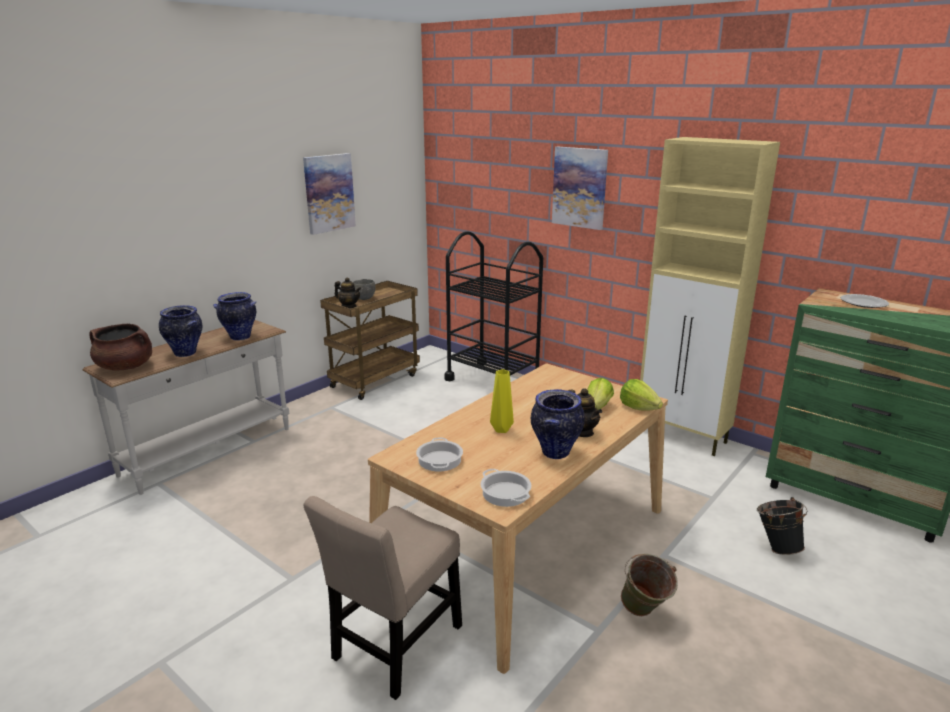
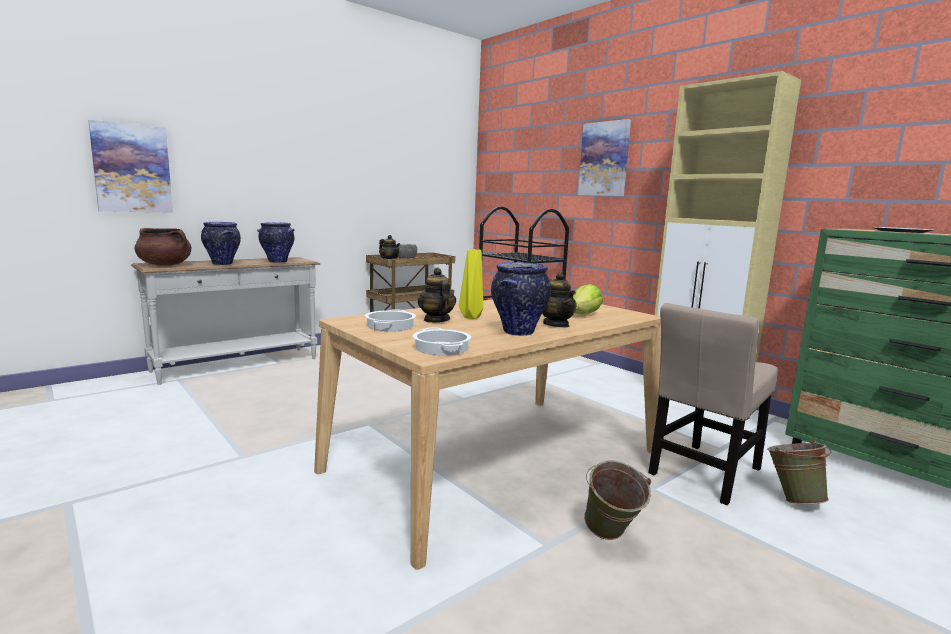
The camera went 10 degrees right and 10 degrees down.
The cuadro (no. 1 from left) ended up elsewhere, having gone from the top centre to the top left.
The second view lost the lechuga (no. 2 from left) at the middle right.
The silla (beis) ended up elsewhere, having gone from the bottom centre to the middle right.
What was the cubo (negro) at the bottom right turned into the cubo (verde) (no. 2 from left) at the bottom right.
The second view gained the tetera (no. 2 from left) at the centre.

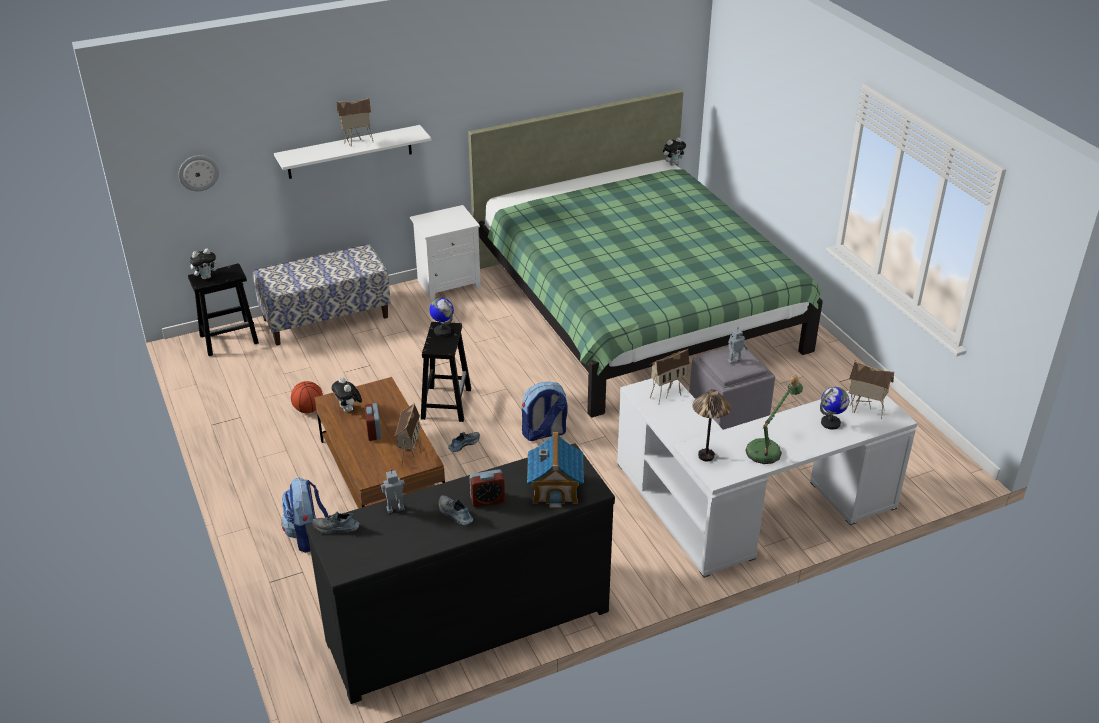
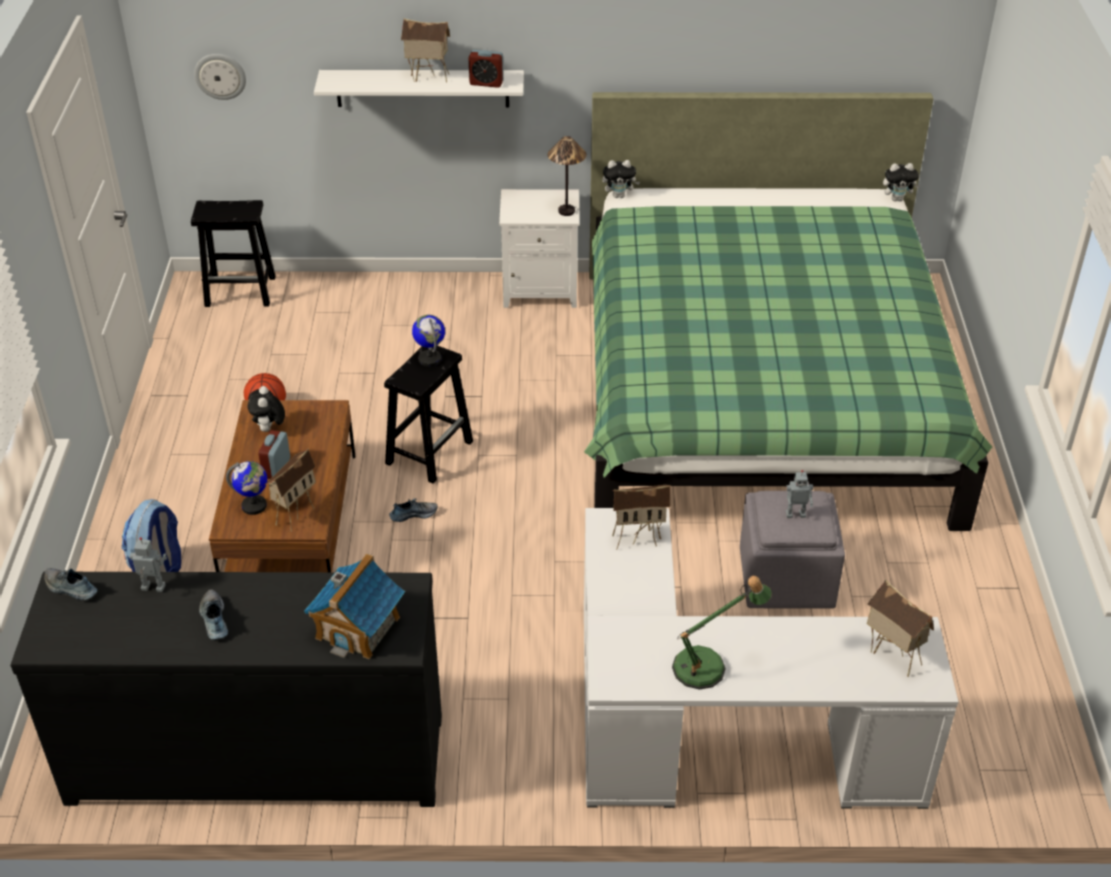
The camera went 25 degrees right and 5 degrees up.
The second view lost the banco at the middle left.
The peluche (no. 1 from left in the first image) ended up elsewhere, having gone from the middle left to the top centre.
The second view lost the mochila (no. 2 from left) at the centre.
The globo terráqueo (no. 2 from left in the first image) ended up elsewhere, having gone from the middle right to the middle left.
The lámpara de mesa (no. 1 from left) ended up elsewhere, having gone from the centre to the top centre.
The despertador (no. 2 from left) ended up elsewhere, having gone from the bottom centre to the top centre.

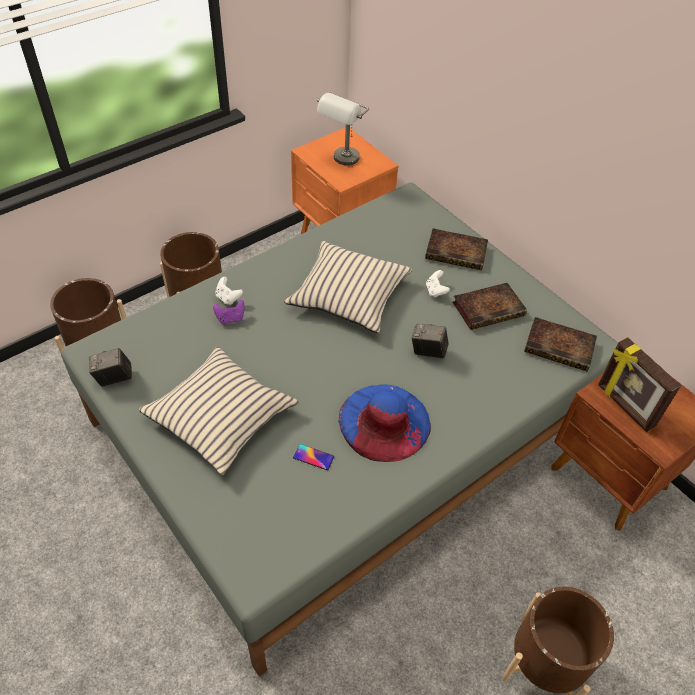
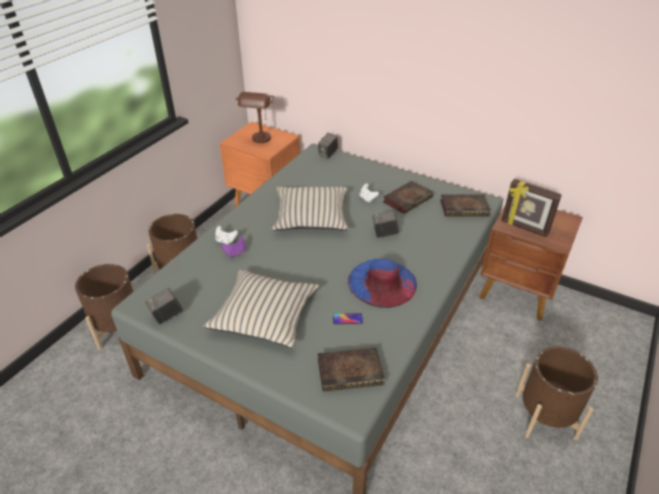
The camera went 20 degrees left and 10 degrees down.
What was the lámpara de mesa (gris) at the top centre turned into the lámpara de mesa (marrón) at the top centre.
The libro (no. 1 from left) ended up elsewhere, having gone from the centre to the bottom centre.
The second view gained the cámara (no. 2 from left) at the top centre.

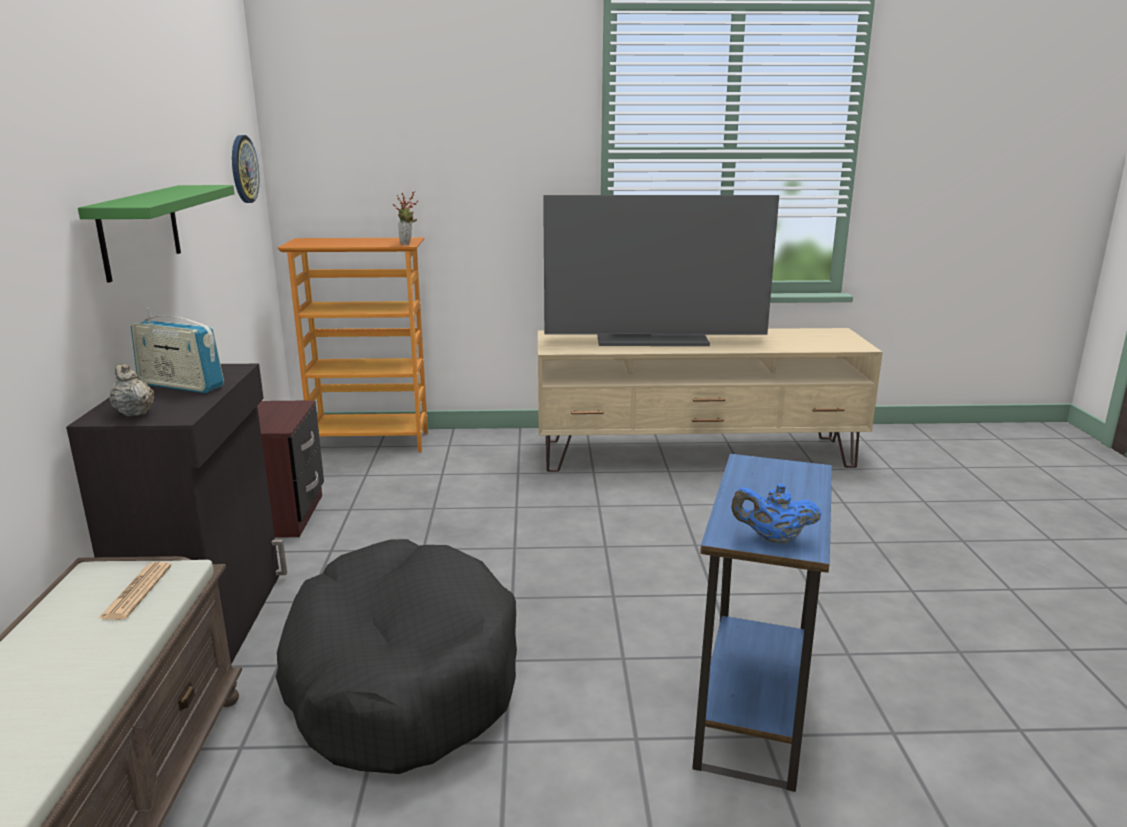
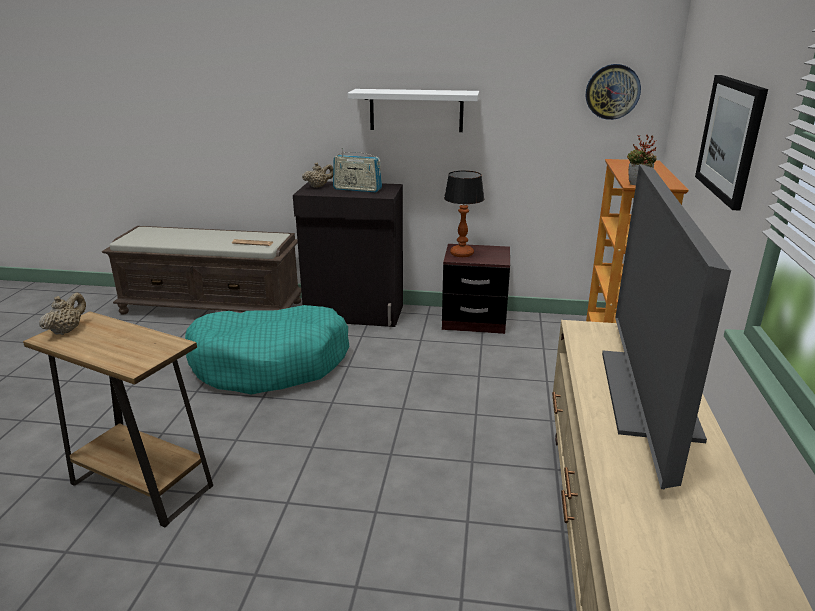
The camera went 100 degrees right and 5 degrees up.
What was the estante (verde) at the top left turned into the estante (blanco) at the top centre.
The radio at the middle left ended up facing another way, 105 degrees counterclockwise from before.
What was the mesa auxiliar (azul) at the bottom right turned into the mesa auxiliar (marrón) at the bottom left.
What was the tetera (azul) at the middle right turned into the tetera (beis) (no. 1 from left) at the middle left.
What was the cama para perro (negro) at the bottom centre turned into the cama para perro (turquesa) at the middle left.
The second view gained the cuadro at the top right.
The second view gained the lámpara de mesa at the centre.

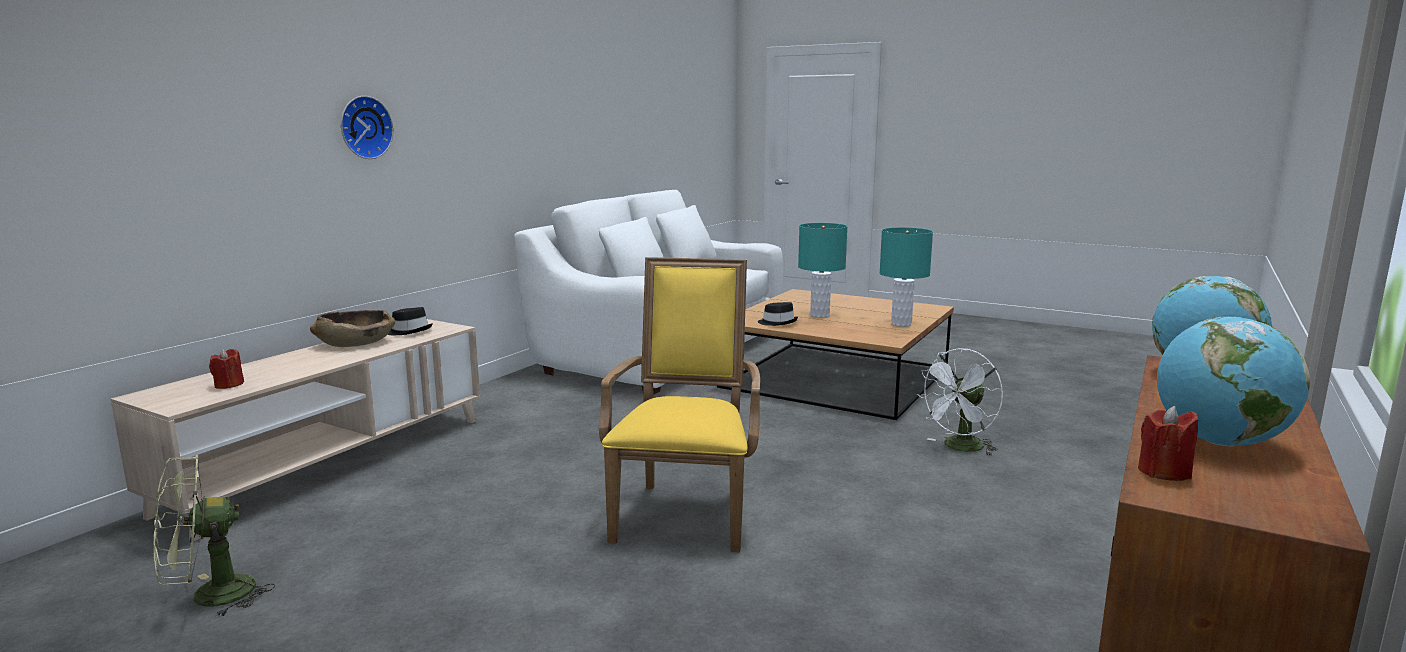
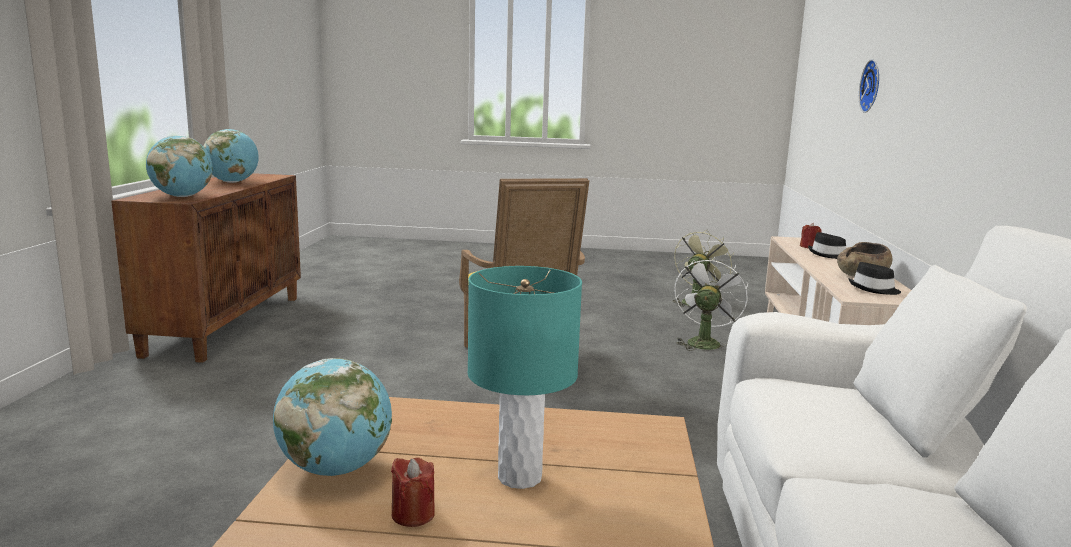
The camera went 155 degrees right and 0 degrees up.
The reloj de pared ended up elsewhere, having gone from the top left to the top right.
Where the lámpara de mesa (turquesa) (no. 2 from left) stood at the centre, the globo terráqueo (no. 3 from left) came to stand at the bottom left.
The sombrero (negro) (no. 2 from left in the first image) ended up elsewhere, having gone from the centre to the middle right.
The ventilador (blanco) ended up elsewhere, having gone from the middle right to the centre.
The vela (rojo) (no. 2 from left in the first image) ended up elsewhere, having gone from the bottom right to the bottom centre.

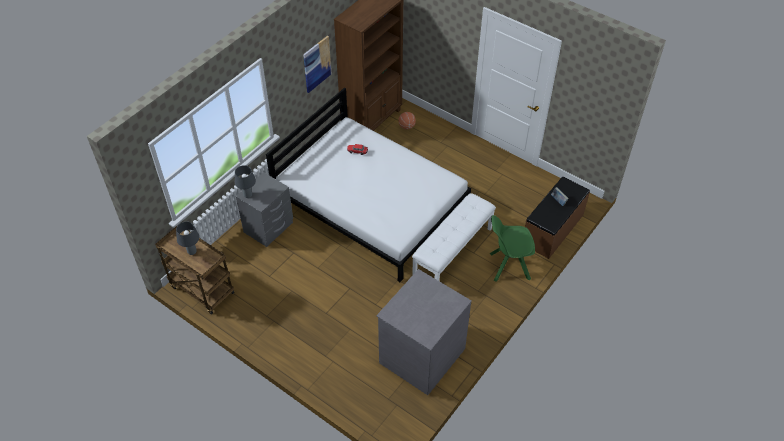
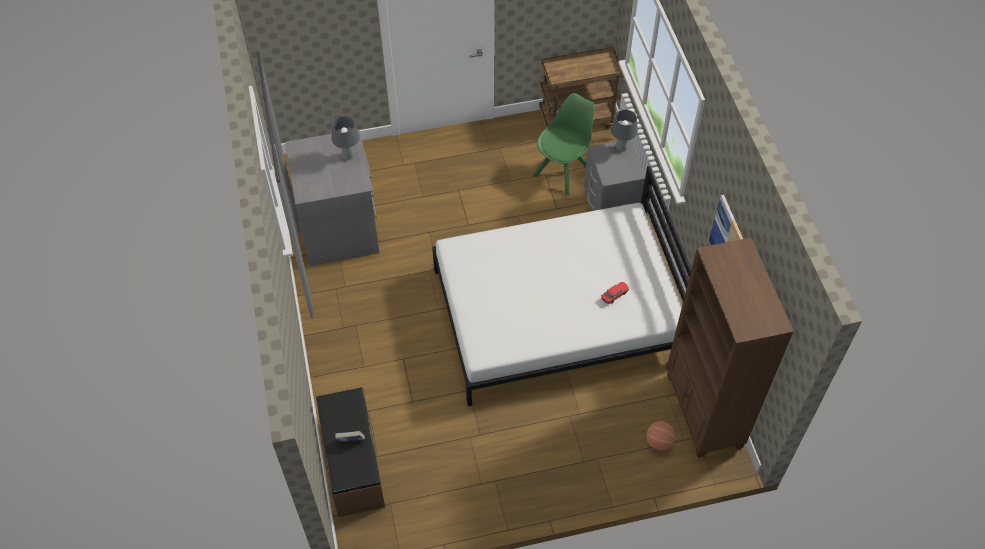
The camera went 130 degrees right and 5 degrees up.
The second view lost the banco (blanco) at the centre.
The silla (verde) ended up elsewhere, having gone from the centre to the top centre.
The lámpara de mesa (gris) (no. 1 from left) ended up elsewhere, having gone from the middle left to the top centre.

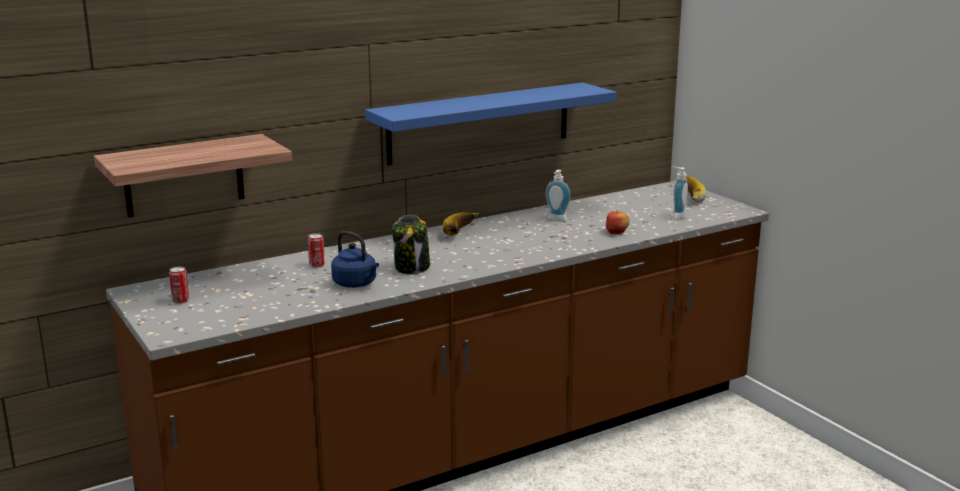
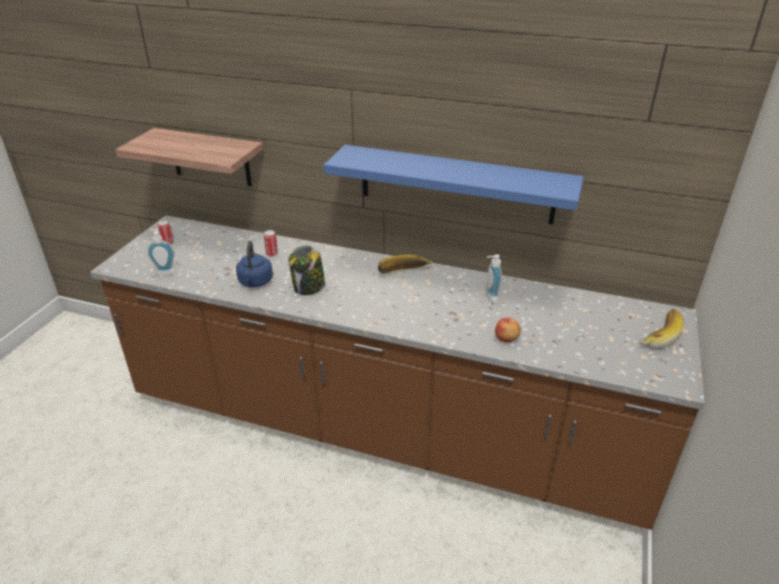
The camera went 50 degrees right and 15 degrees up.
The dispensador de jabón (no. 2 from left in the first image) ended up elsewhere, having gone from the middle right to the middle left.

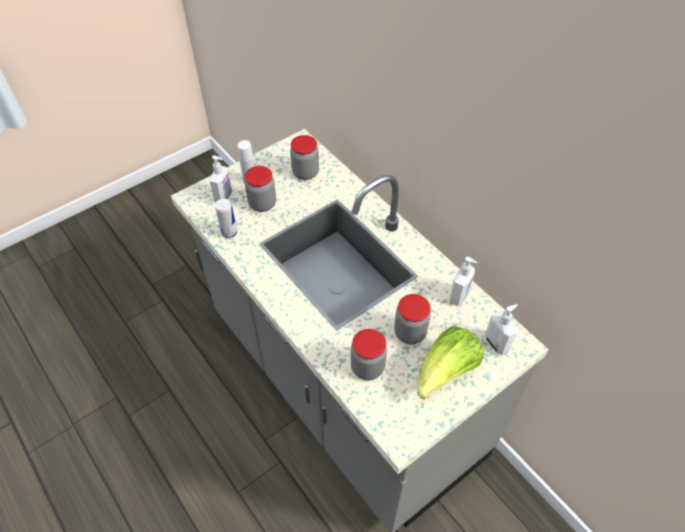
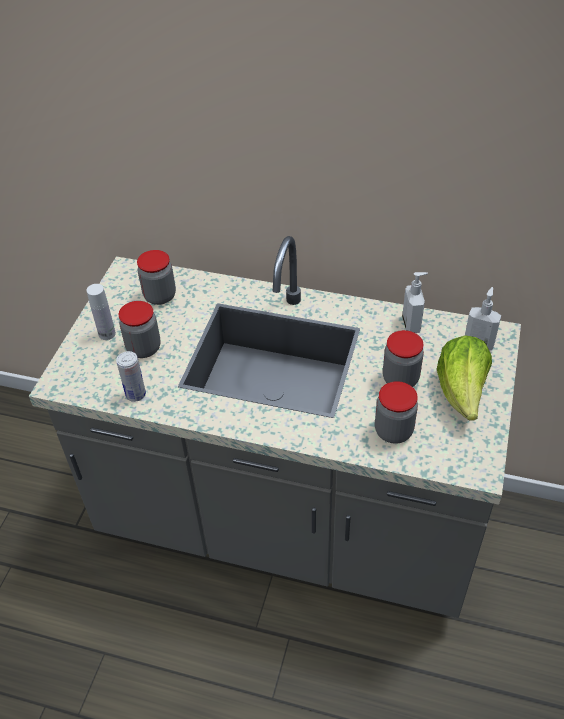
The camera went 35 degrees left and 5 degrees down.
The second view lost the dispensador de jabón (no. 1 from left) at the middle left.

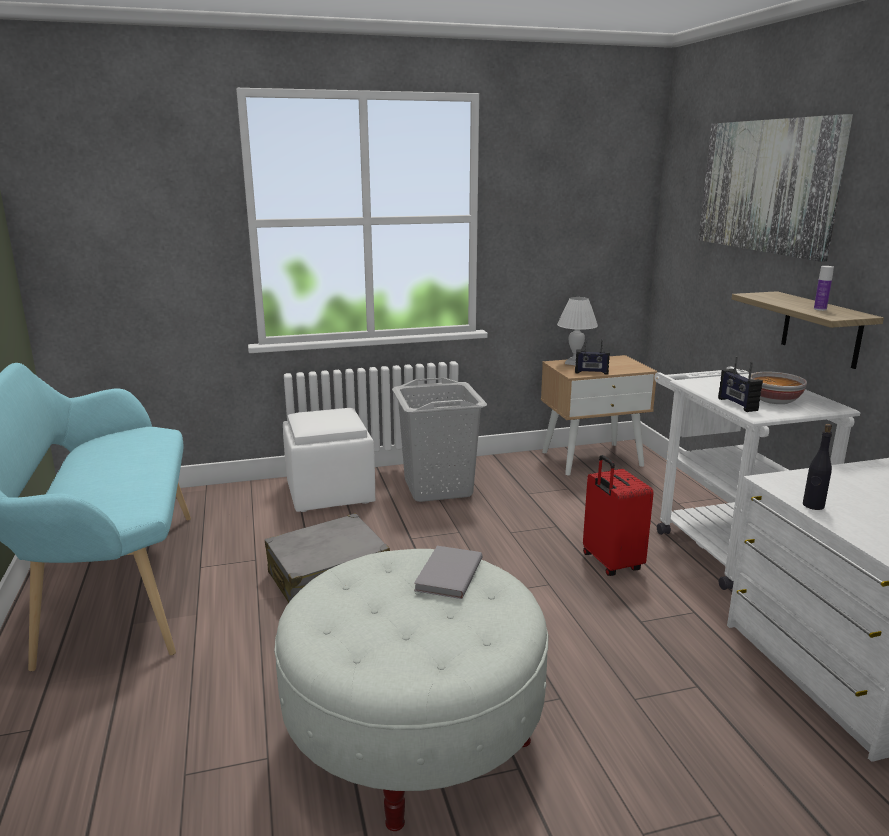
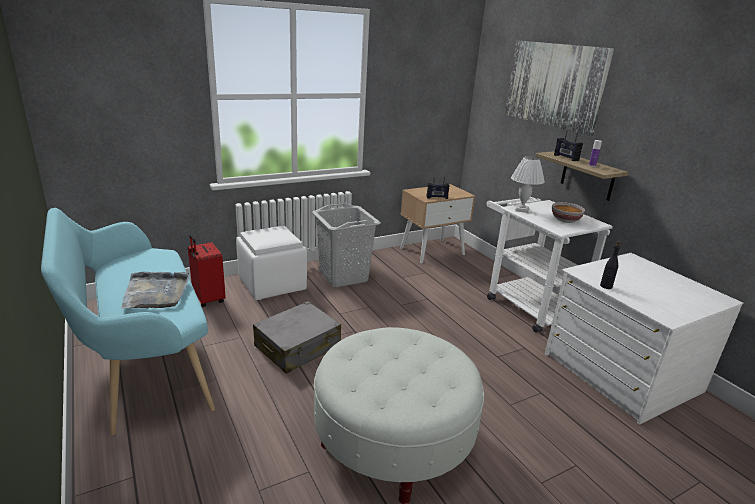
The camera went 15 degrees left and 5 degrees up.
The lámpara de mesa (blanco) ended up elsewhere, having gone from the centre to the middle right.
The radio (no. 2 from left) ended up elsewhere, having gone from the middle right to the top right.
The maleta (rojo) ended up elsewhere, having gone from the middle right to the middle left.
The second view lost the libro (gris) at the bottom centre.
The second view gained the bandeja (gris) at the middle left.

